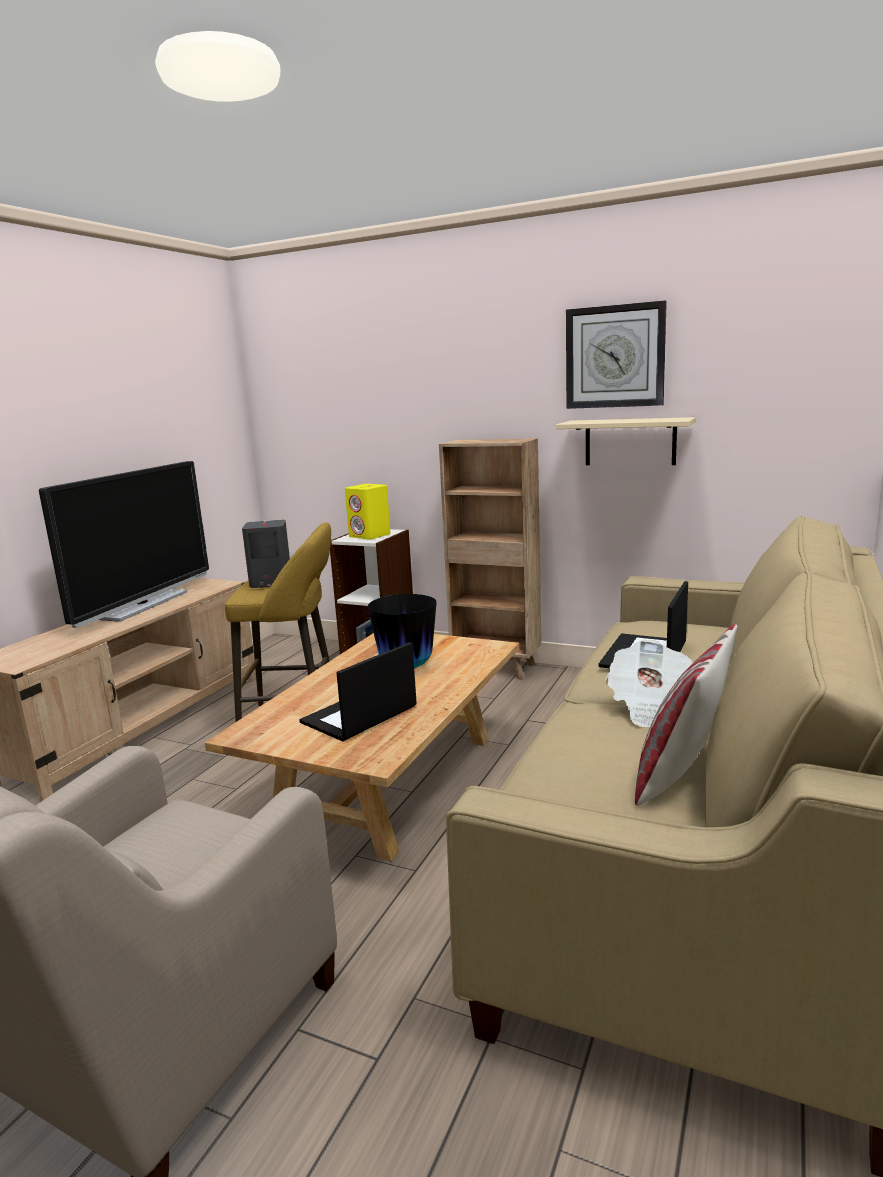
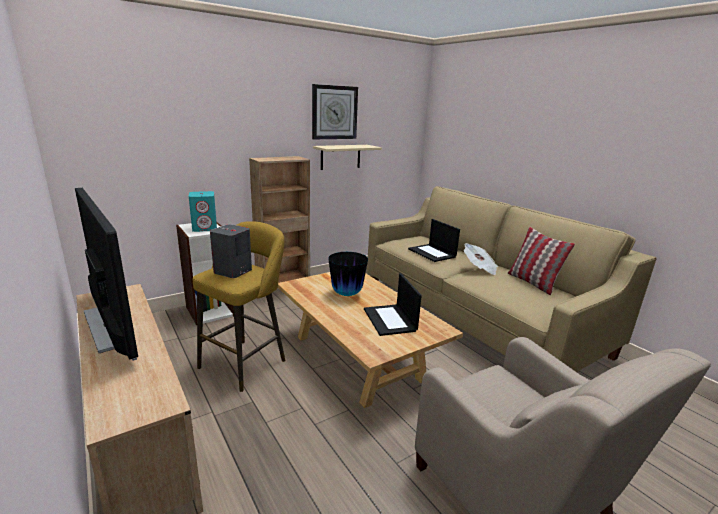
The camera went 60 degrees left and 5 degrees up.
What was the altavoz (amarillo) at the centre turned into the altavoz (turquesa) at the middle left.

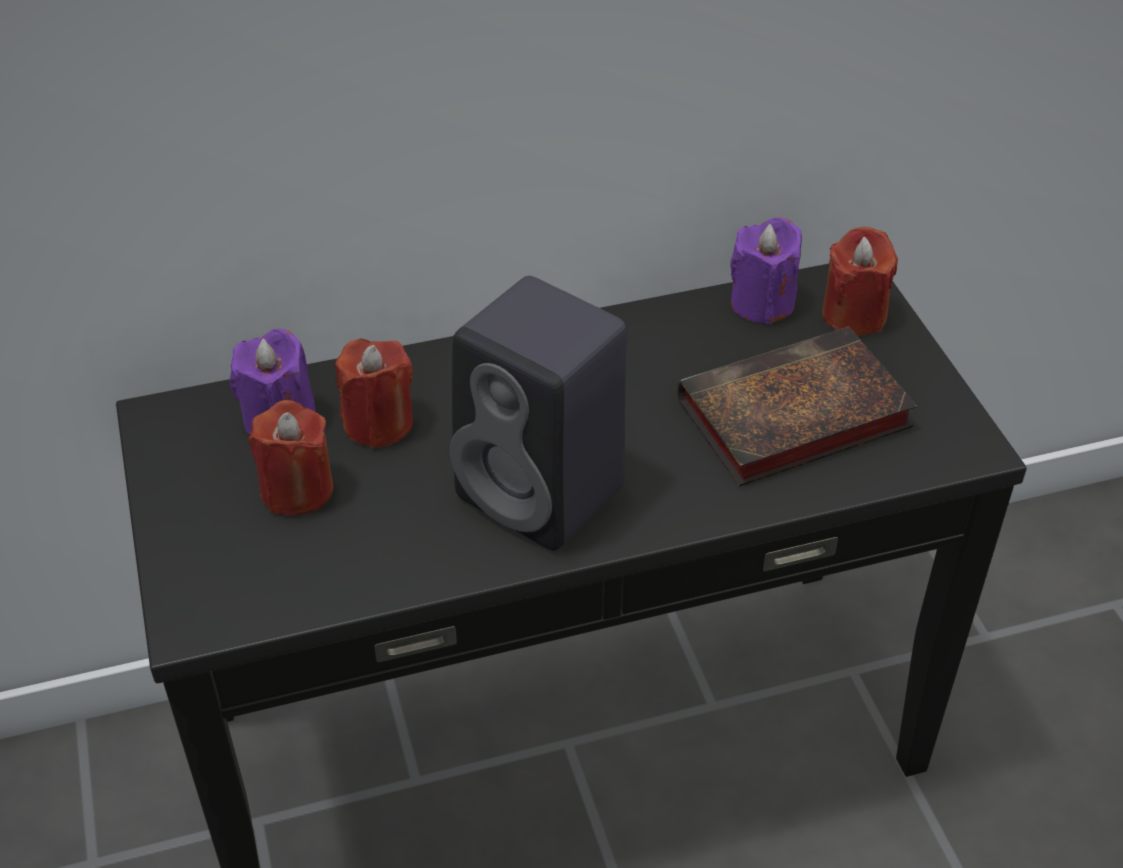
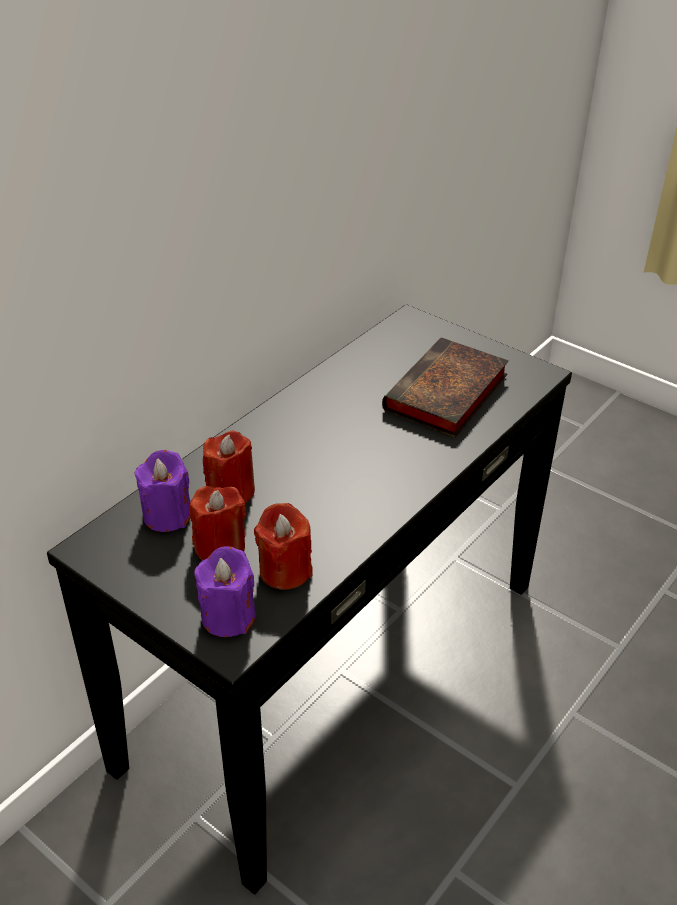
The camera went 35 degrees left and 5 degrees down.
The vela (morado) (no. 2 from left) ended up elsewhere, having gone from the top right to the middle left.
The vela (rojo) (no. 3 from left) ended up elsewhere, having gone from the top right to the centre.
The second view lost the altavoz (negro) at the centre.

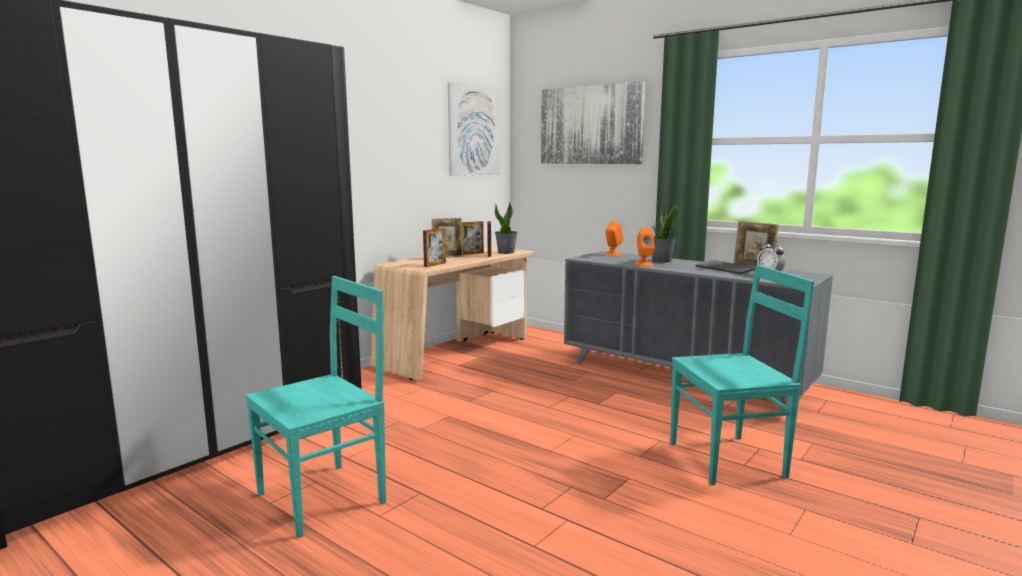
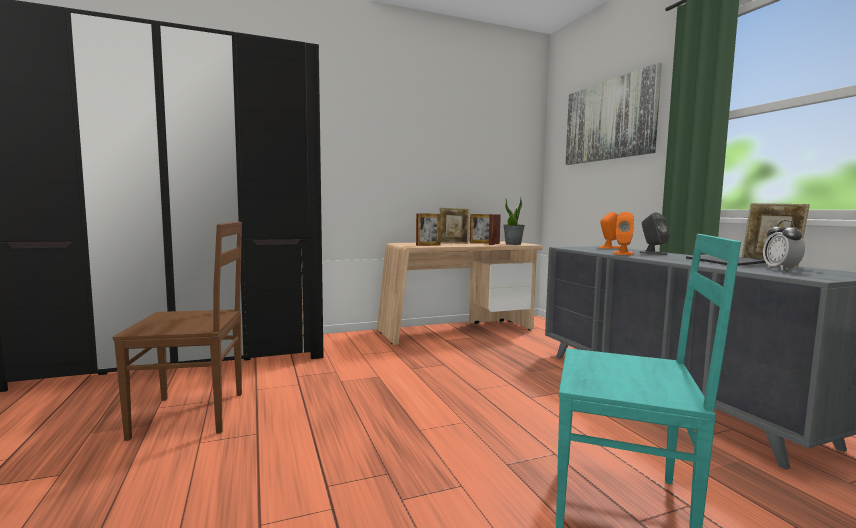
The camera went 30 degrees right and 5 degrees down.
The second view lost the cuadro (no. 1 from left) at the top centre.
Where the planta en maceta (no. 2 from left) stood at the centre, the altavoz (gris) came to stand at the middle right.
What was the silla (turquesa) (no. 1 from left) at the bottom left turned into the silla (marrón) at the middle left.

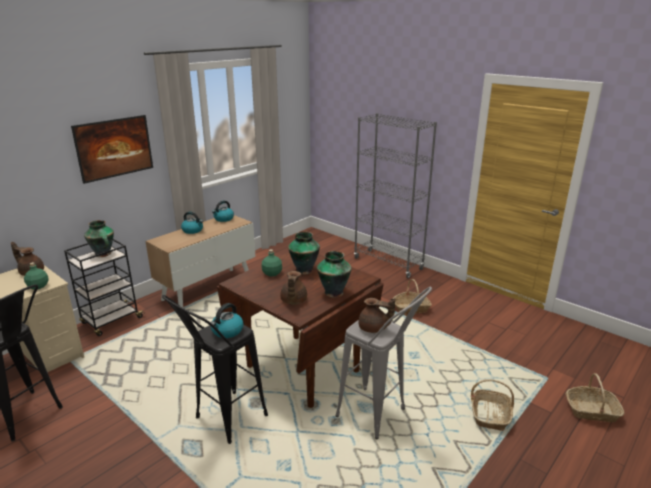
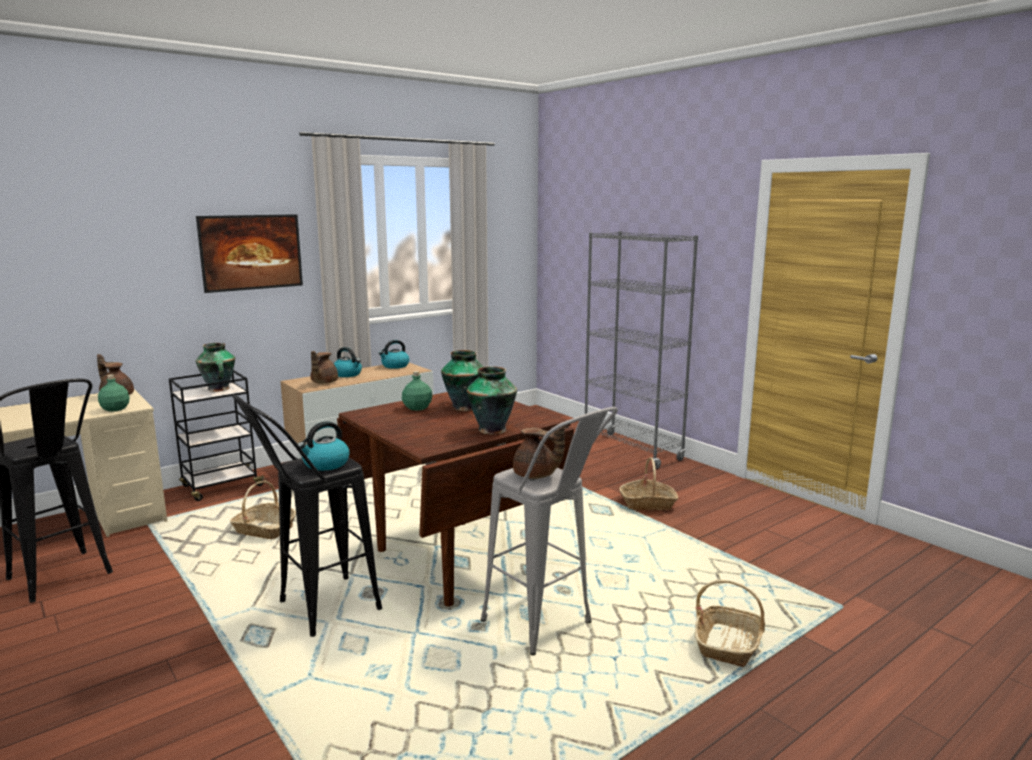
The camera went 10 degrees right and 10 degrees down.
The tetera (marrón) (no. 2 from left) ended up elsewhere, having gone from the centre to the middle left.
The cesta (no. 3 from left in the first image) ended up elsewhere, having gone from the bottom right to the bottom left.

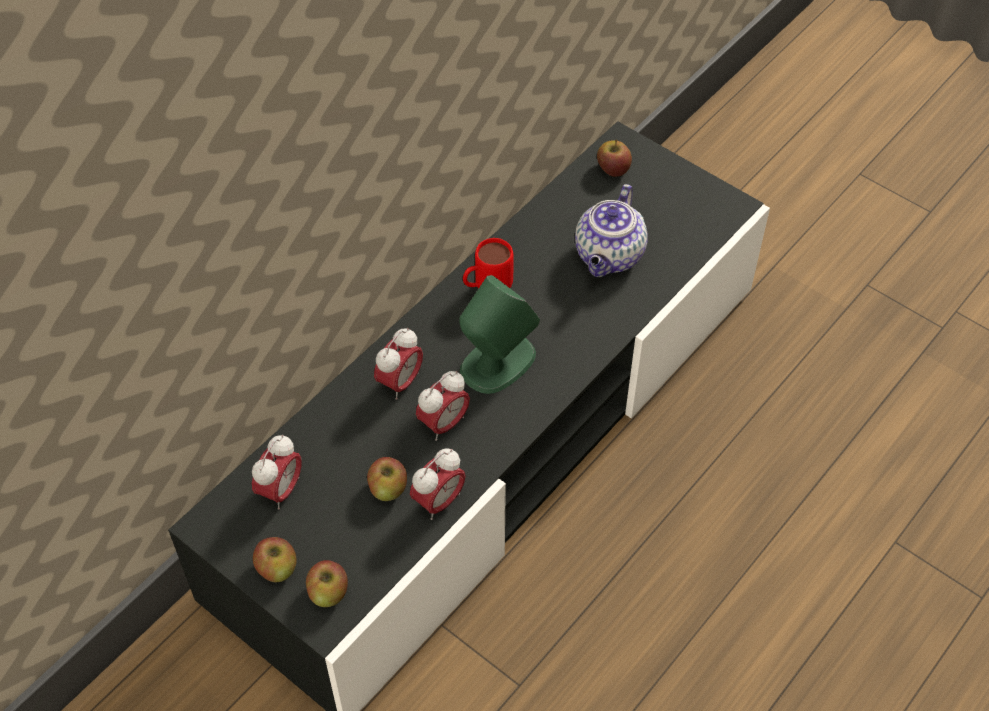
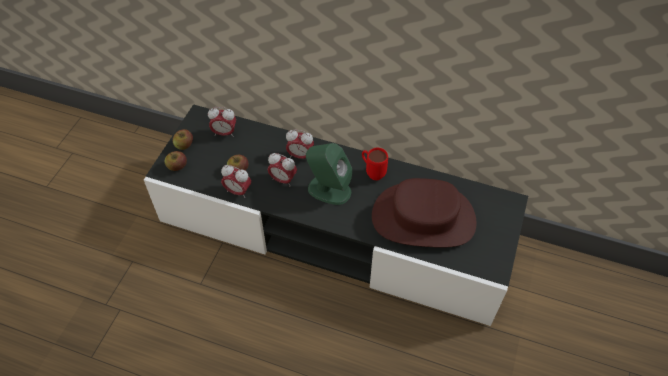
The camera went 70 degrees right and 0 degrees up.
The second view lost the manzana (no. 4 from left) at the top centre.
Where the tetera stood at the top centre, the sombrero (marrón) came to stand at the centre.

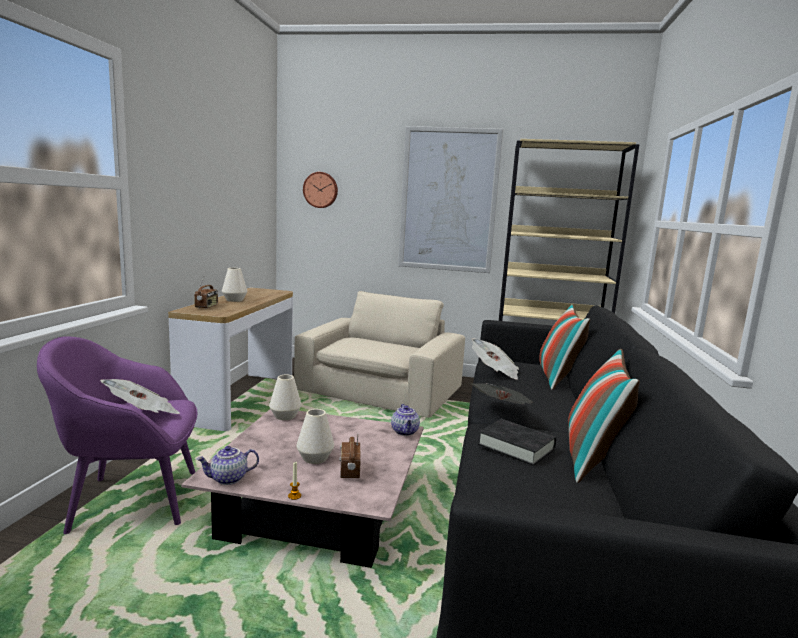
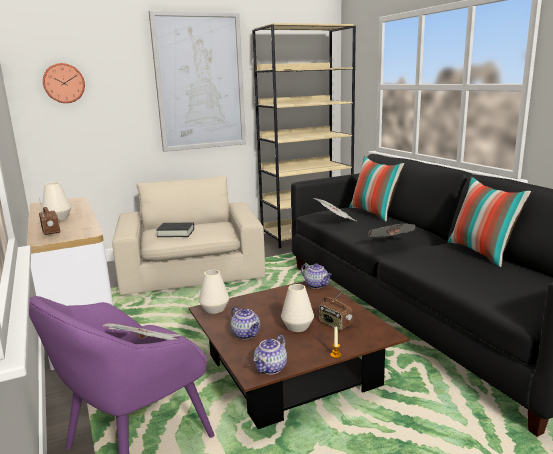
The camera went 35 degrees left and 5 degrees up.
What was the mesa de centro (rosa) at the bottom centre turned into the mesa de centro (marrón) at the bottom centre.
The libro (negro) ended up elsewhere, having gone from the bottom centre to the middle left.
The second view gained the tetera (no. 1 from left) at the bottom centre.

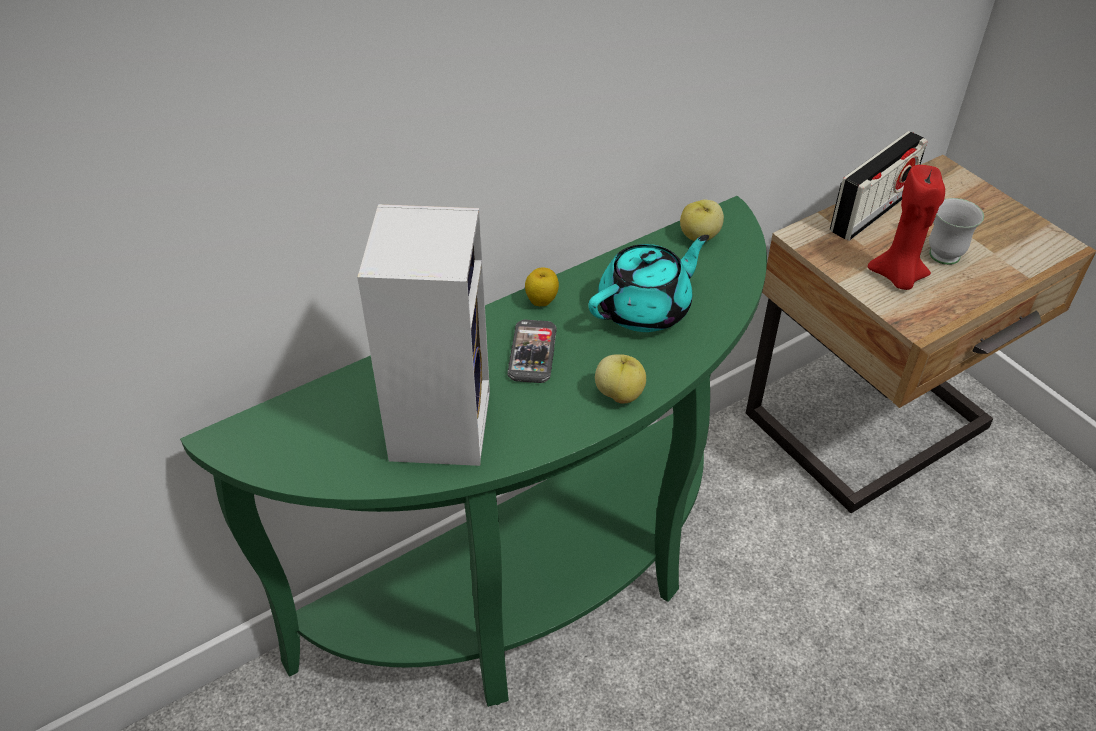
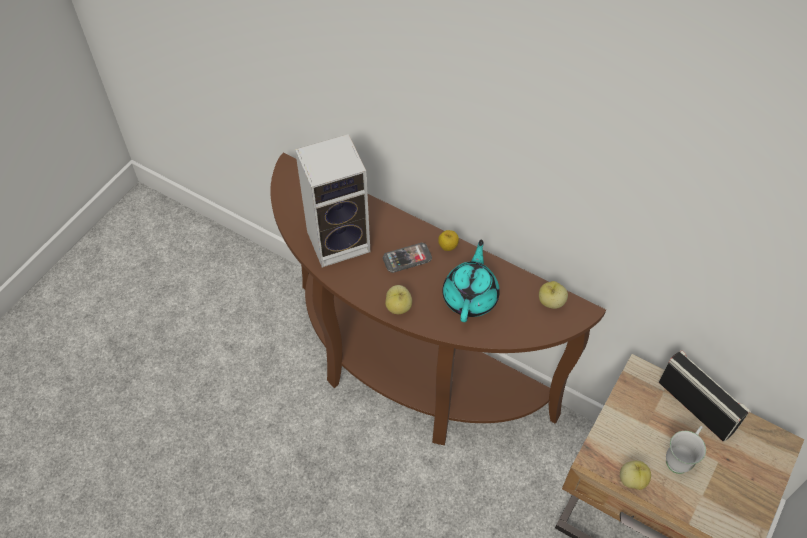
The camera went 65 degrees right and 10 degrees up.
The radio at the top right ended up facing another way, 150 degrees counterclockwise from before.
The second view lost the vela (rojo) at the top right.
What was the mesa consola (verde) at the centre turned into the mesa consola (marrón) at the centre.
The tetera (turquesa) at the centre ended up facing another way, 105 degrees counterclockwise from before.
The second view gained the manzana (no. 4 from left) at the bottom right.

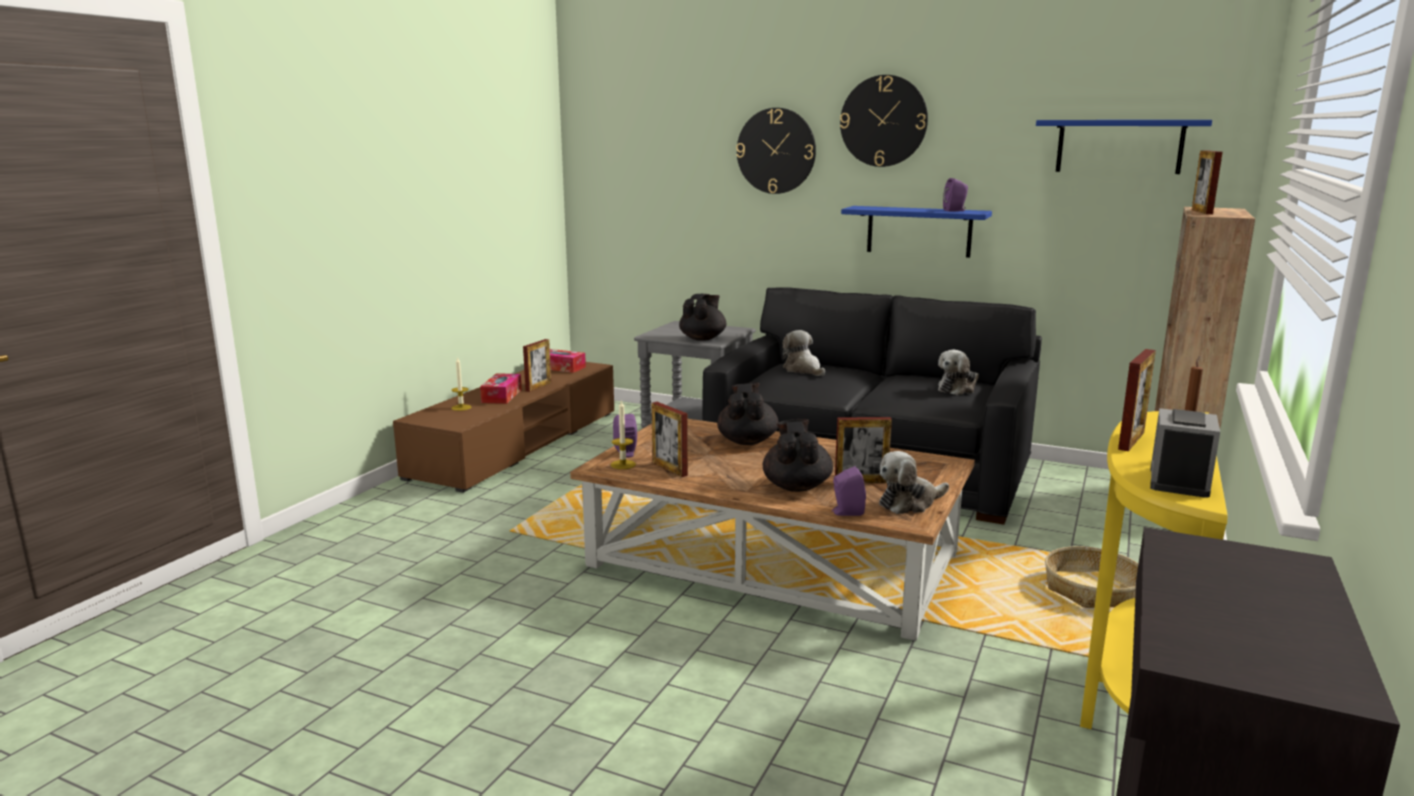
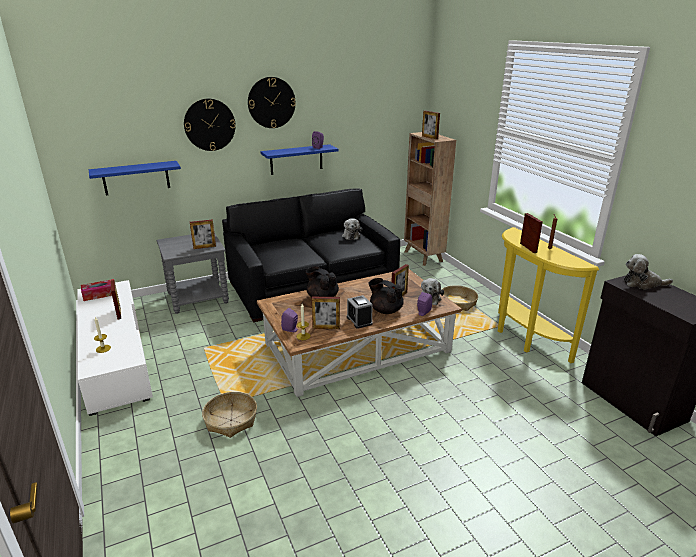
The camera went 50 degrees left and 10 degrees up.
The estante (azul) (no. 2 from left in the first image) ended up elsewhere, having gone from the top right to the top left.
Where the tetera (negro) (no. 1 from left) stood at the centre, the portarretratos (no. 2 from left) came to stand at the middle left.
The peluche (no. 1 from left in the first image) ended up elsewhere, having gone from the centre to the middle right.
What was the mueble de televisión (marrón) at the centre turned into the mueble de televisión (blanco) at the middle left.
The second view lost the caja de pañuelos (no. 1 from left) at the centre.
The despertador ended up elsewhere, having gone from the middle right to the centre.
The second view gained the cesta (no. 1 from left) at the bottom left.

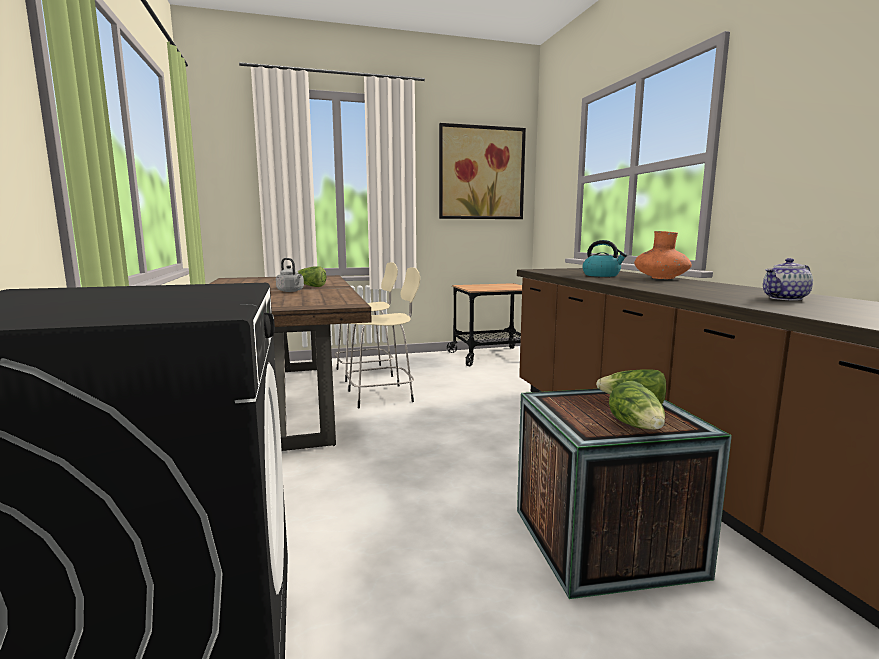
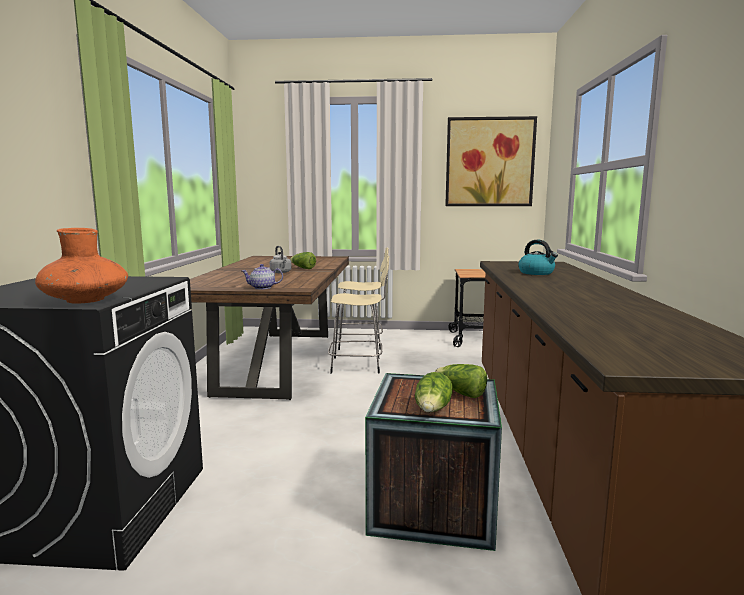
The camera went 20 degrees right and 0 degrees up.
The florero (naranja) ended up elsewhere, having gone from the middle right to the middle left.
The tetera ended up elsewhere, having gone from the middle right to the centre.

